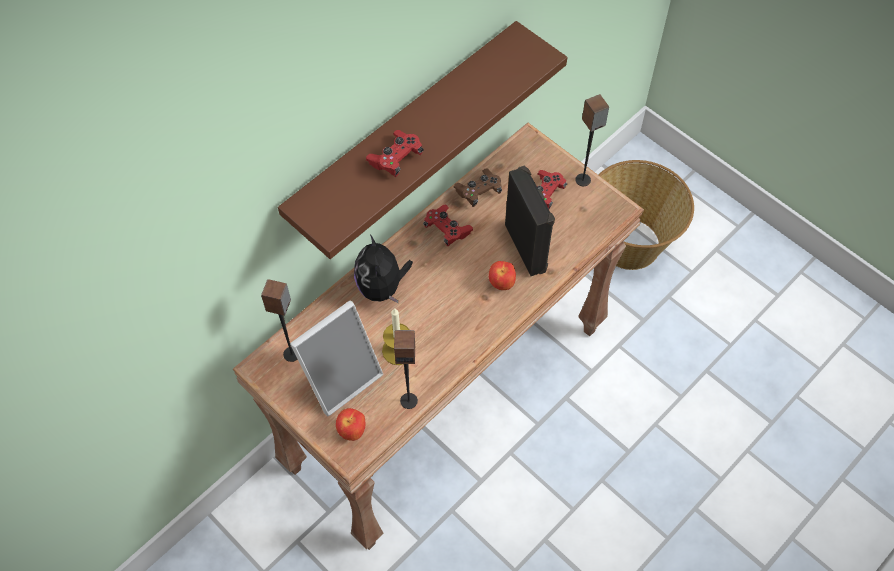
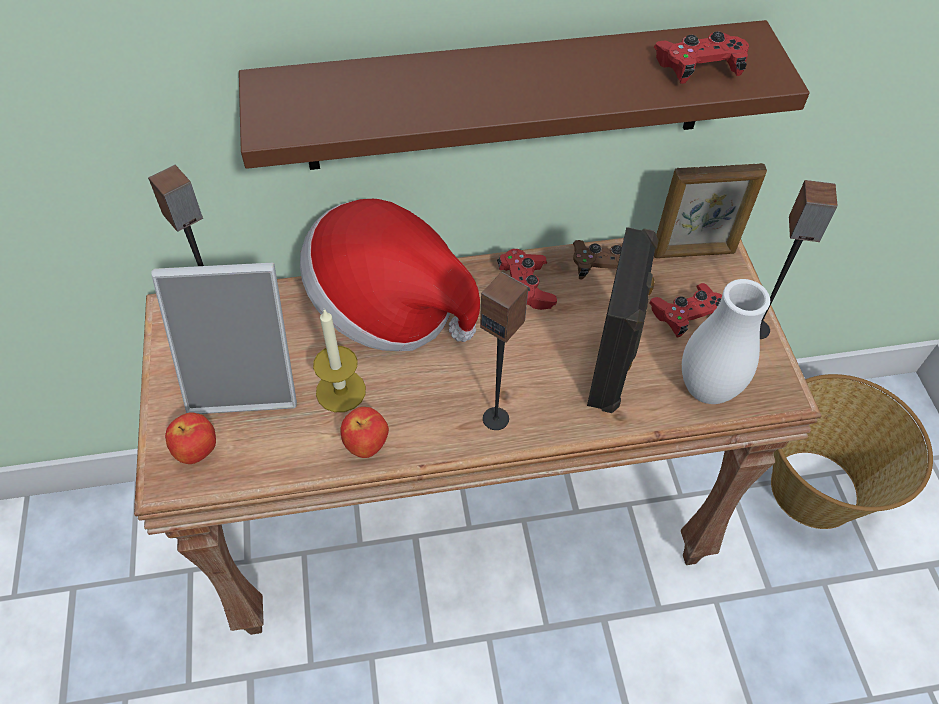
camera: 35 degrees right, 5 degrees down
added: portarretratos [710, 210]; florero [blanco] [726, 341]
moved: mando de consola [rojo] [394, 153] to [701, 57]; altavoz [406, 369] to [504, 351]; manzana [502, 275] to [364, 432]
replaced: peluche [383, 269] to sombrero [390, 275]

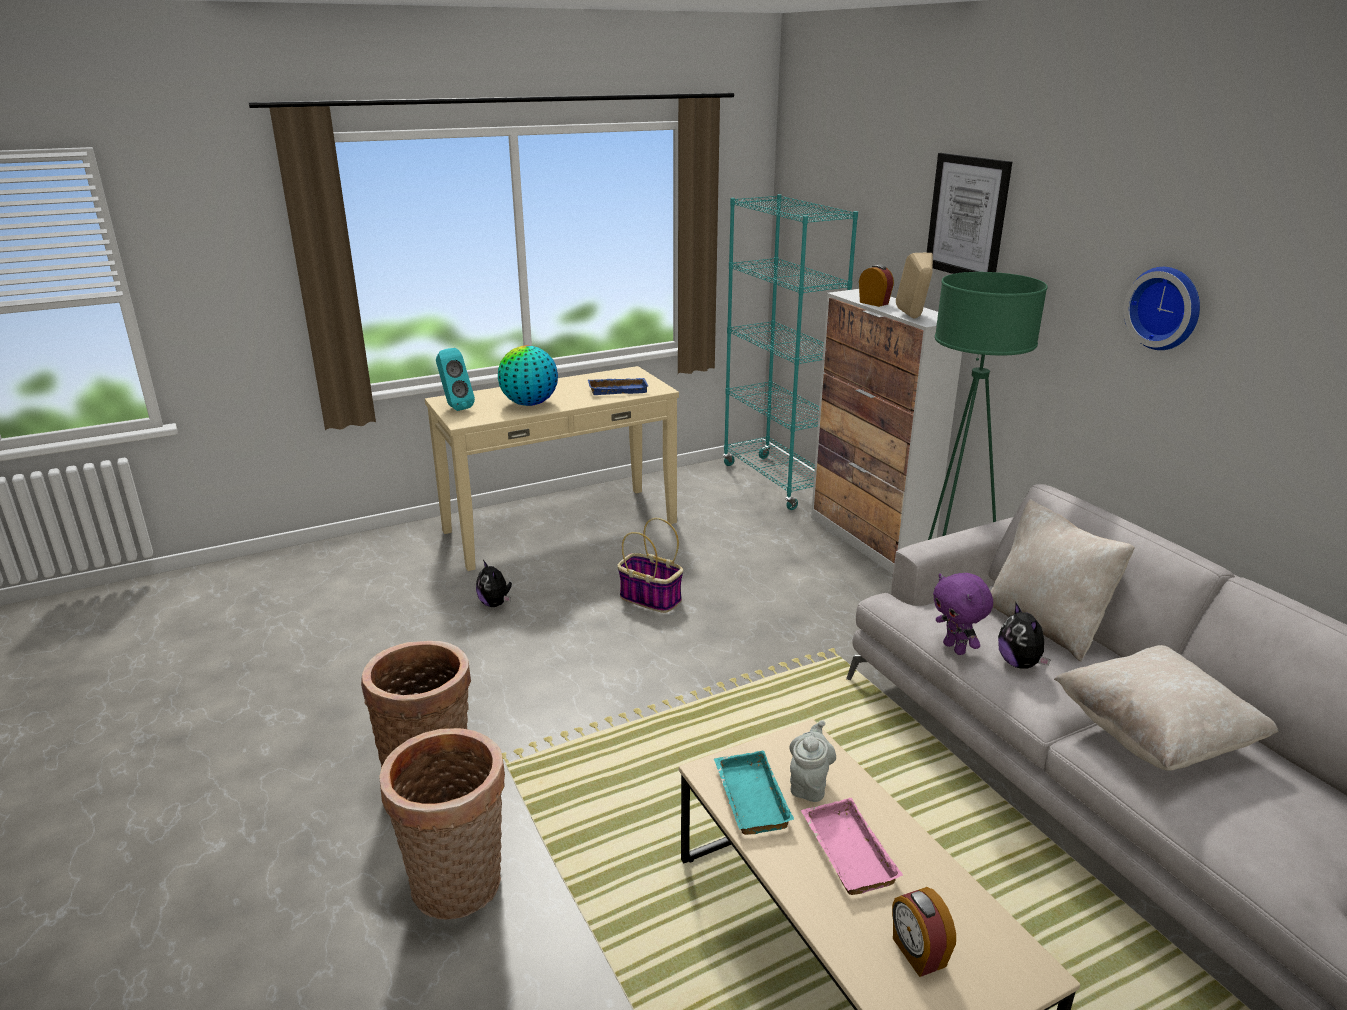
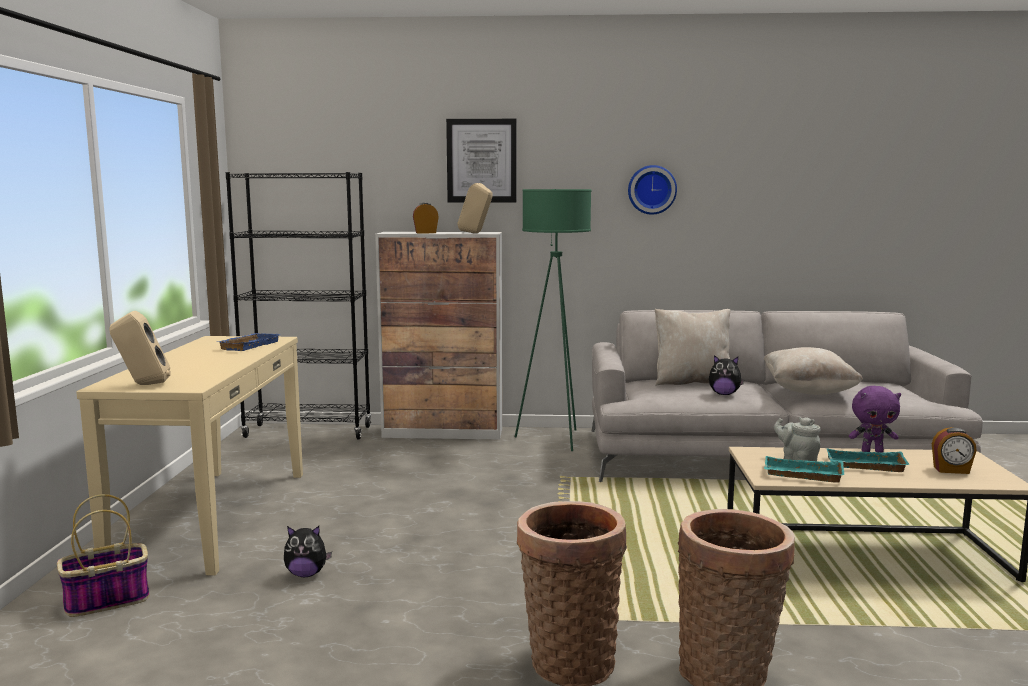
camera: 60 degrees left, 15 degrees down
removed: globo terráqueo [528, 375]
moved: cesta [650, 565] to [103, 555]; peluche [morado] [963, 614] to [875, 419]
recoloured: altavoz [turquesa] [455, 379] to altavoz [beis] [140, 348]; estantería [turquesa] [790, 352] to estantería [negro] [299, 306]; bandeja [rosa] [852, 846] to bandeja [turquesa] [867, 460]

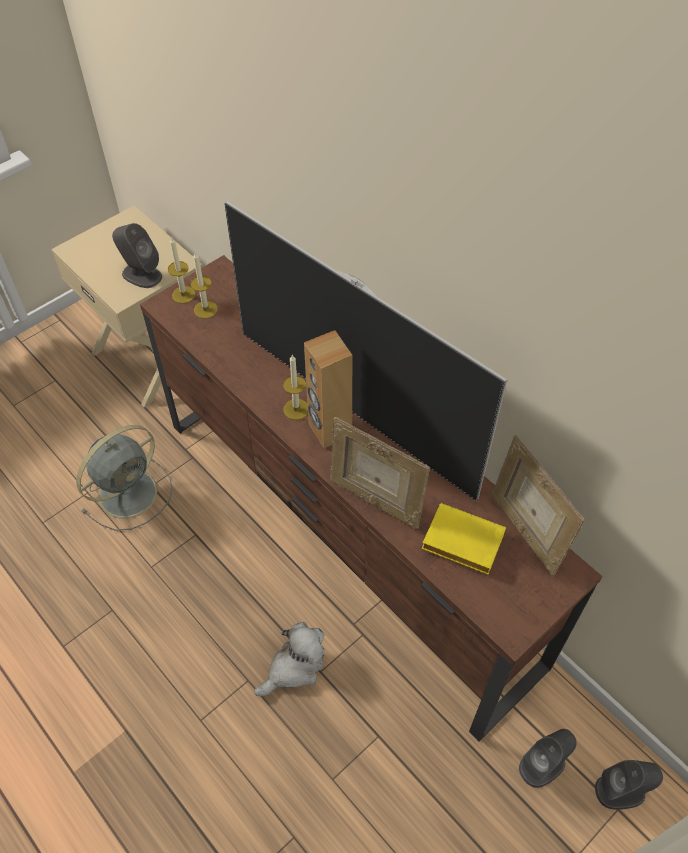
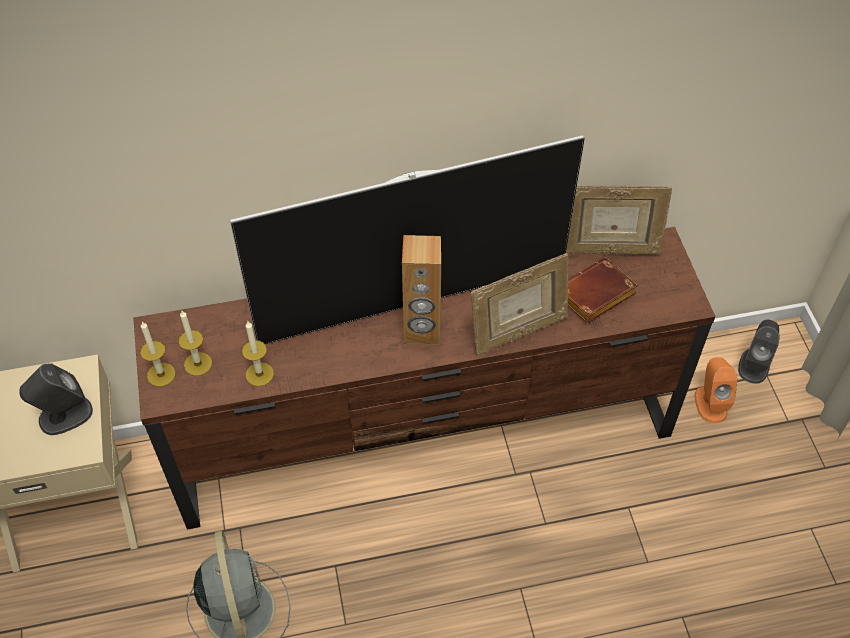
camera: 60 degrees left, 0 degrees up
removed: peluche [289, 659]
moved: vela [295, 387] to [258, 354]
recoloured: libro [amarillo] [463, 539] to libro [marrón] [603, 291]; altavoz [gris] [548, 758] to altavoz [naranja] [716, 390]

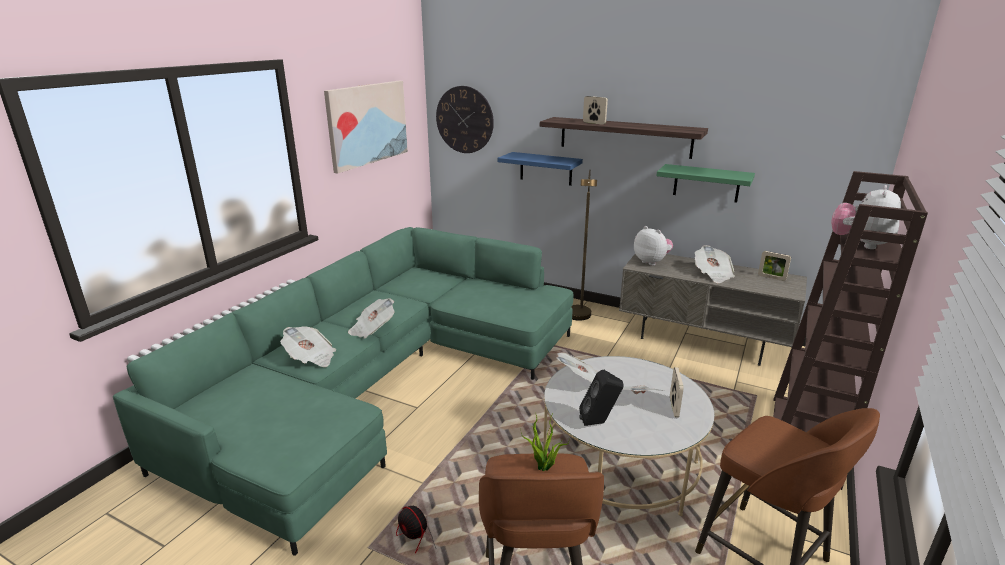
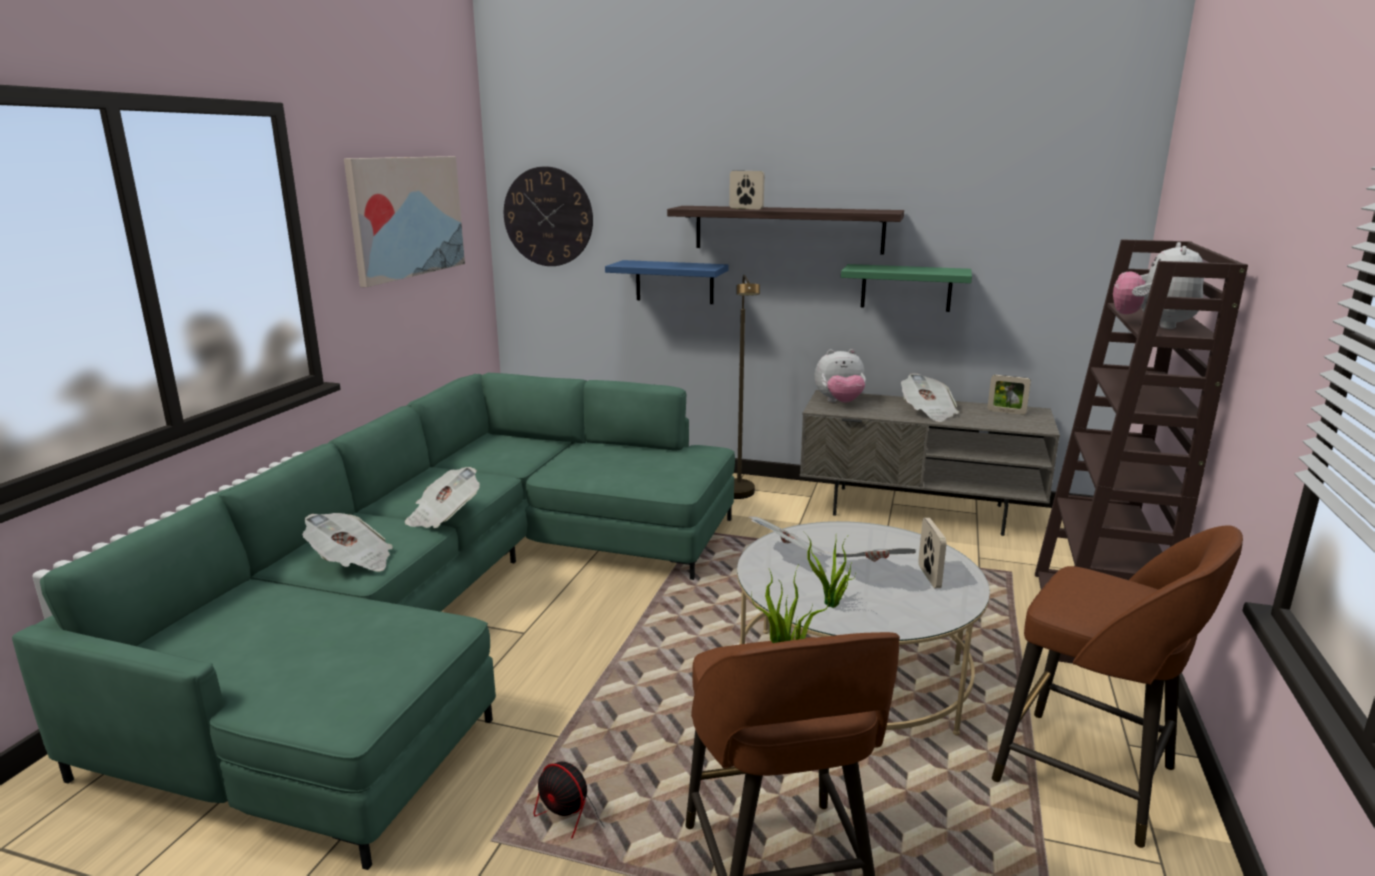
camera: 10 degrees left, 5 degrees down
replaced: altavoz [negro] [601, 398] to planta en maceta [829, 569]
turned: peluche [653, 246] = [840, 376] 135 degrees clockwise

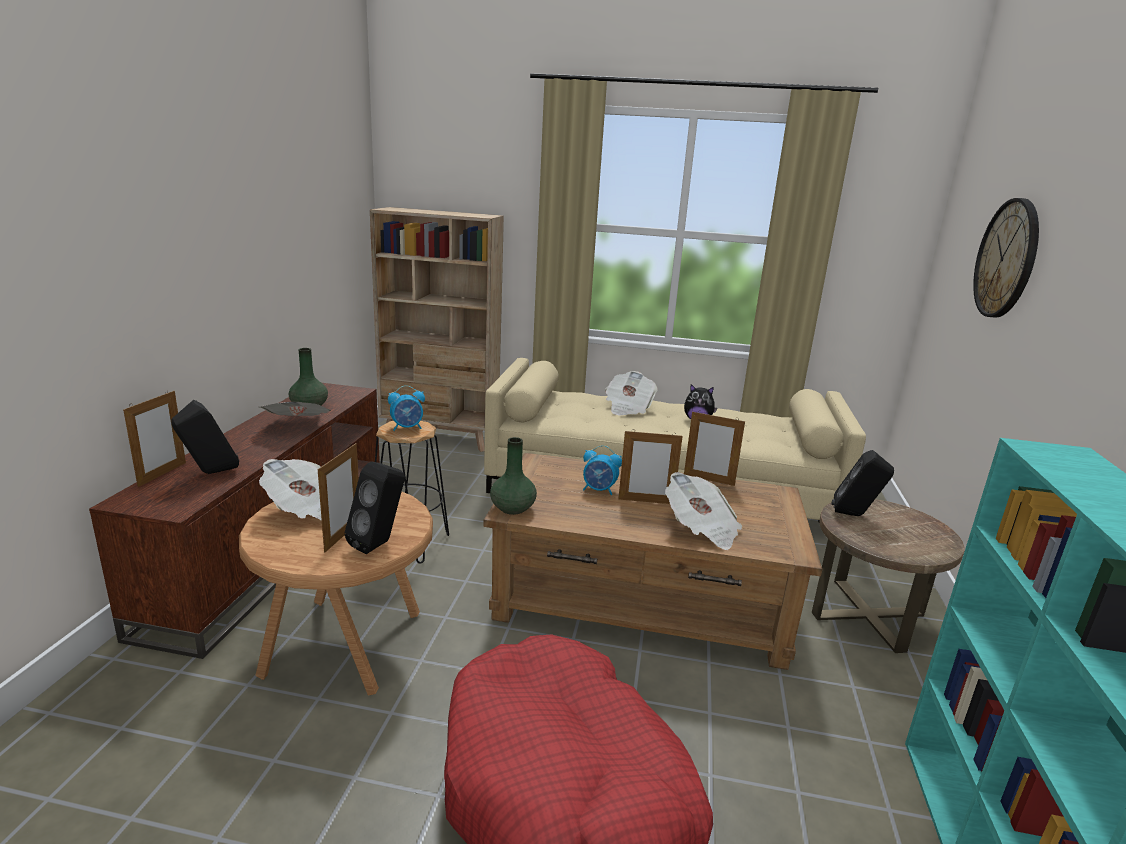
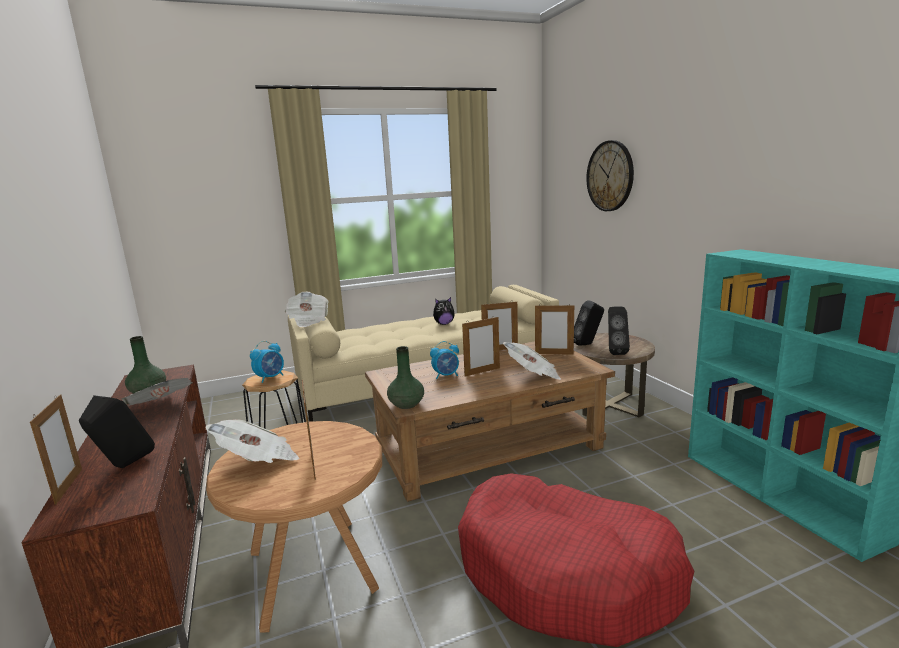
camera: 30 degrees left, 5 degrees down
removed: estantería [beis] [437, 329]
added: portarretratos [554, 329]
moved: altavoz [negro] [375, 507] to [619, 330]; periódico [631, 393] to [306, 309]

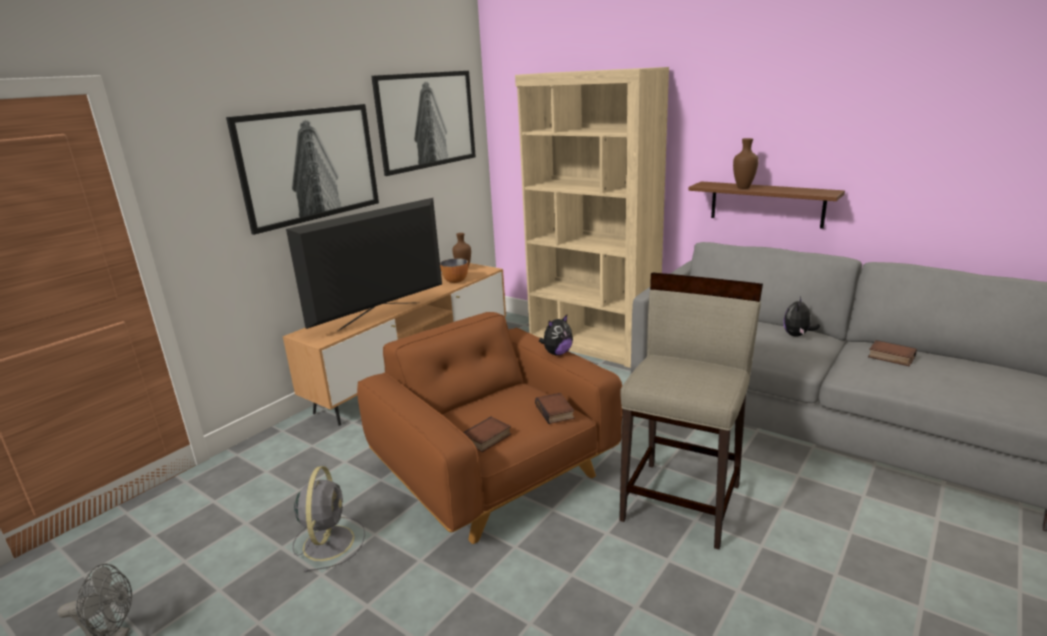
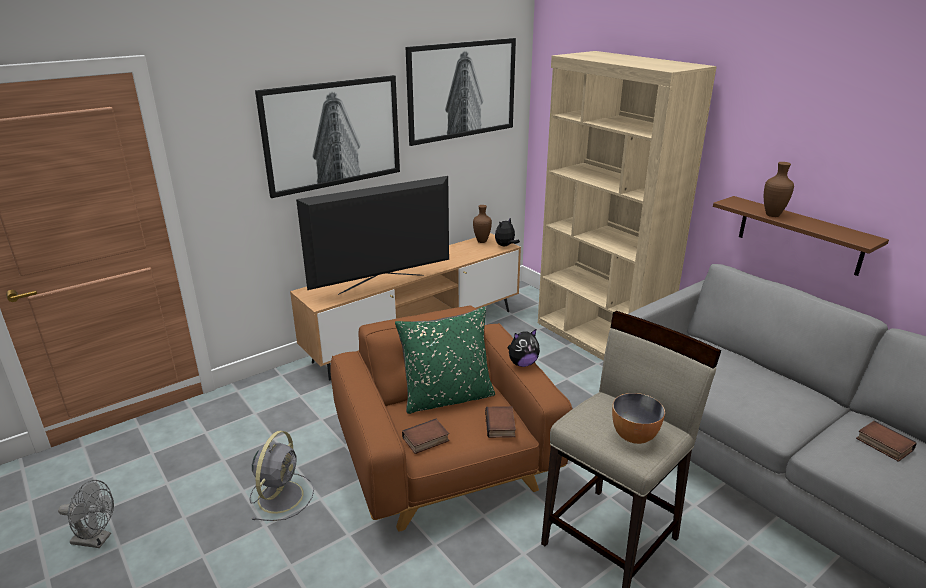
camera: 15 degrees right, 5 degrees up
added: cojín [verde] [445, 360]
moved: cuenco [454, 270] to [638, 418]; peluche [801, 316] to [507, 231]

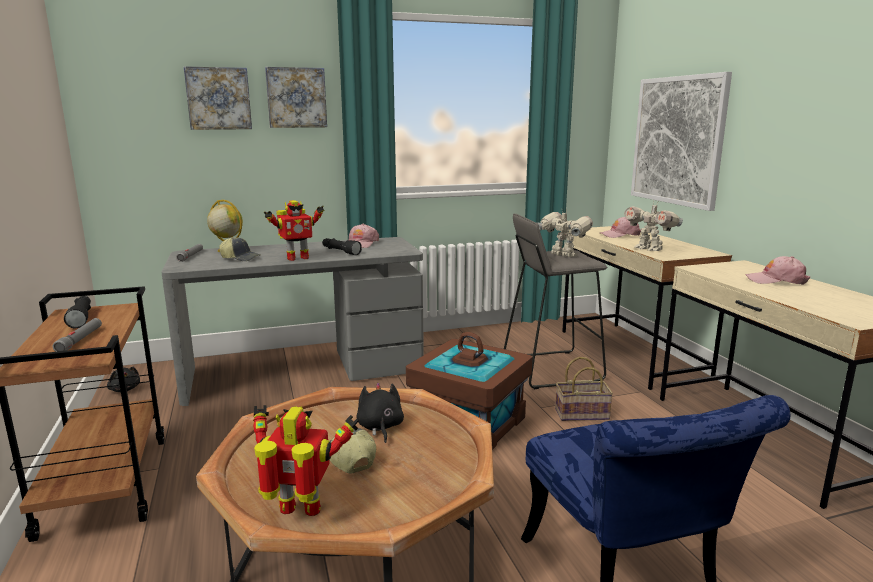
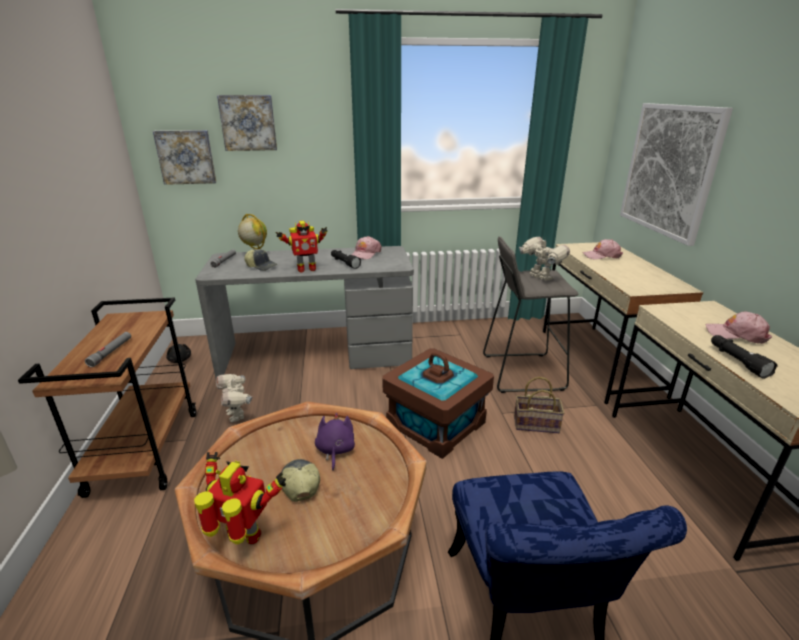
camera: 10 degrees right, 10 degrees up
moved: linterna [negro] [77, 312] to [744, 357]; cuadro [296, 97] to [184, 157]; robot de juguete [653, 225] to [234, 398]
recoloured: peluche [negro] [380, 413] to peluche [morado] [335, 441]

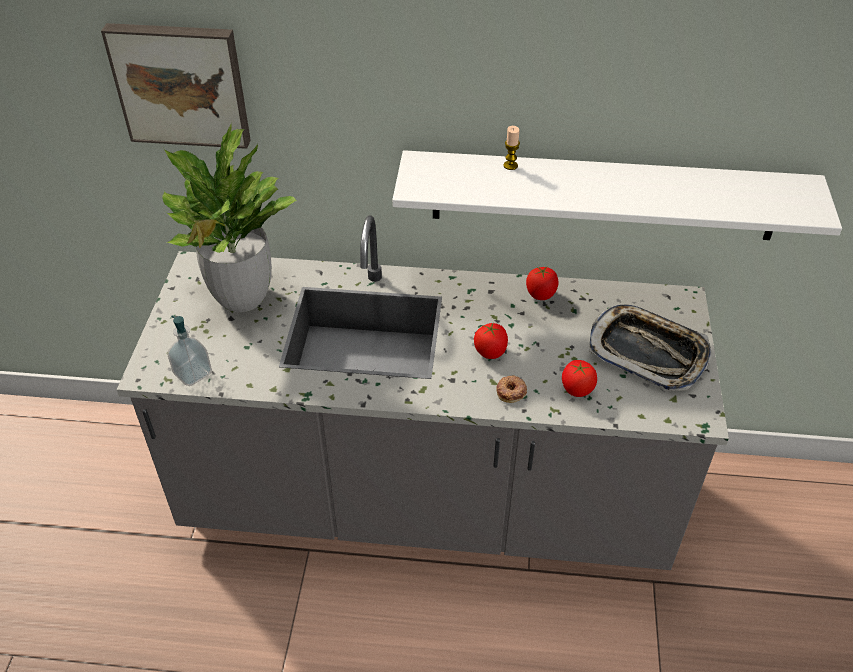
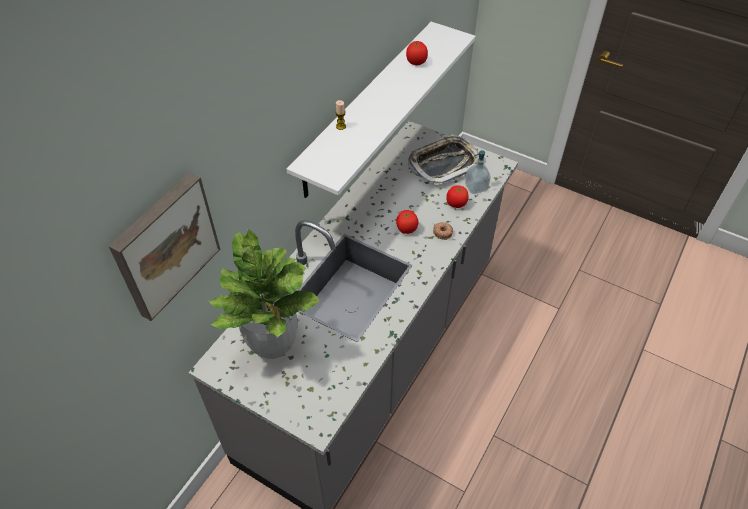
camera: 65 degrees left, 5 degrees up
moved: dispensador de jabón [189, 351] to [477, 172]; tomate [542, 283] to [417, 53]

